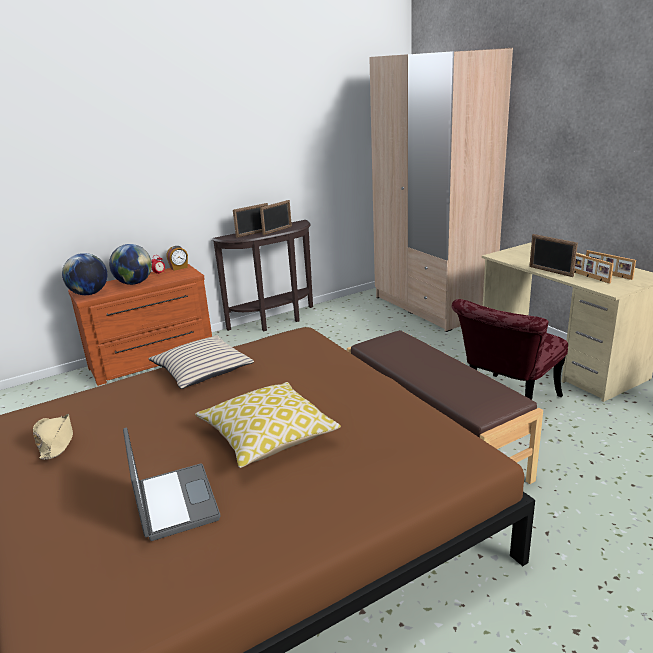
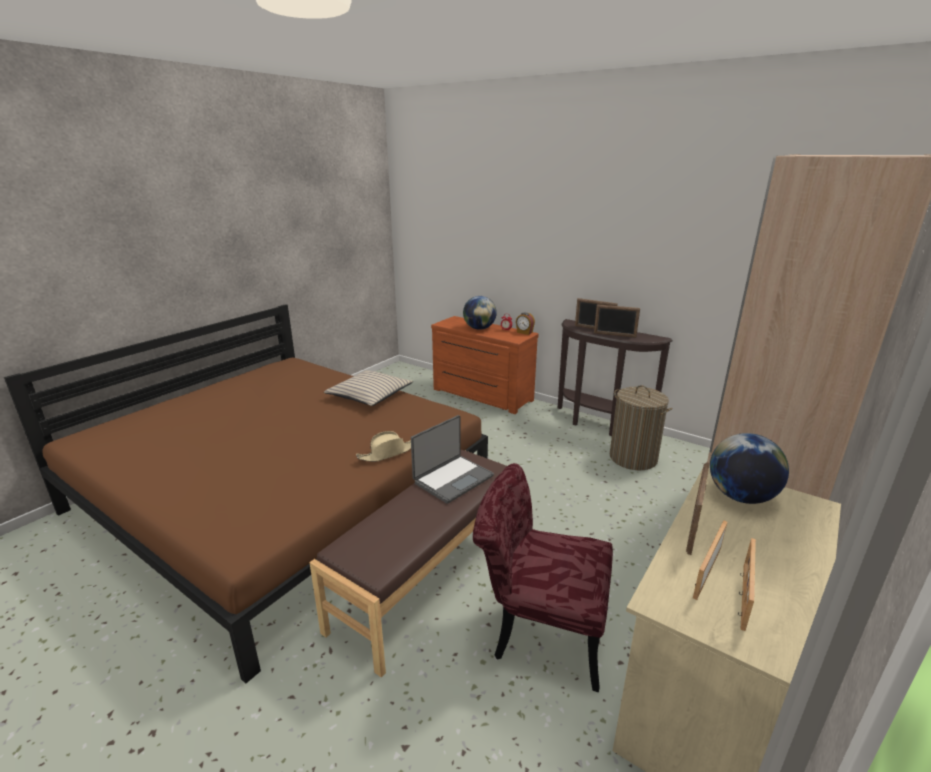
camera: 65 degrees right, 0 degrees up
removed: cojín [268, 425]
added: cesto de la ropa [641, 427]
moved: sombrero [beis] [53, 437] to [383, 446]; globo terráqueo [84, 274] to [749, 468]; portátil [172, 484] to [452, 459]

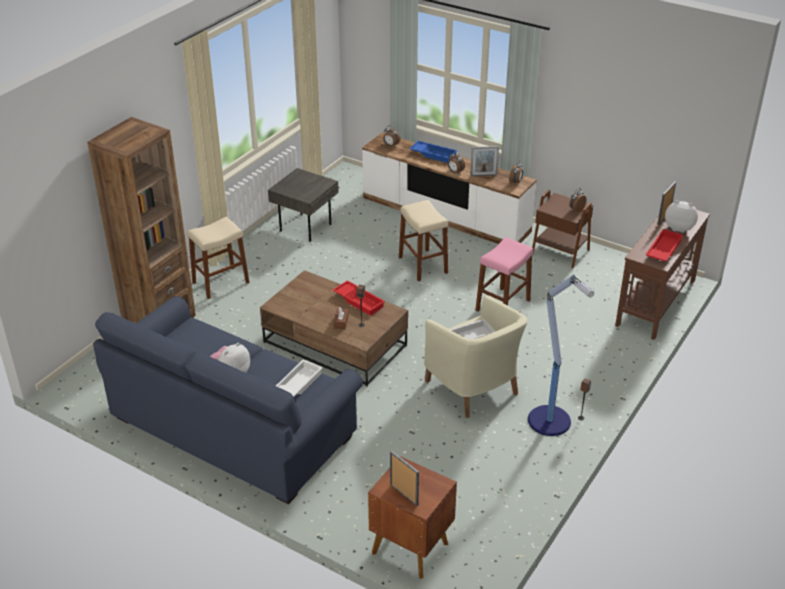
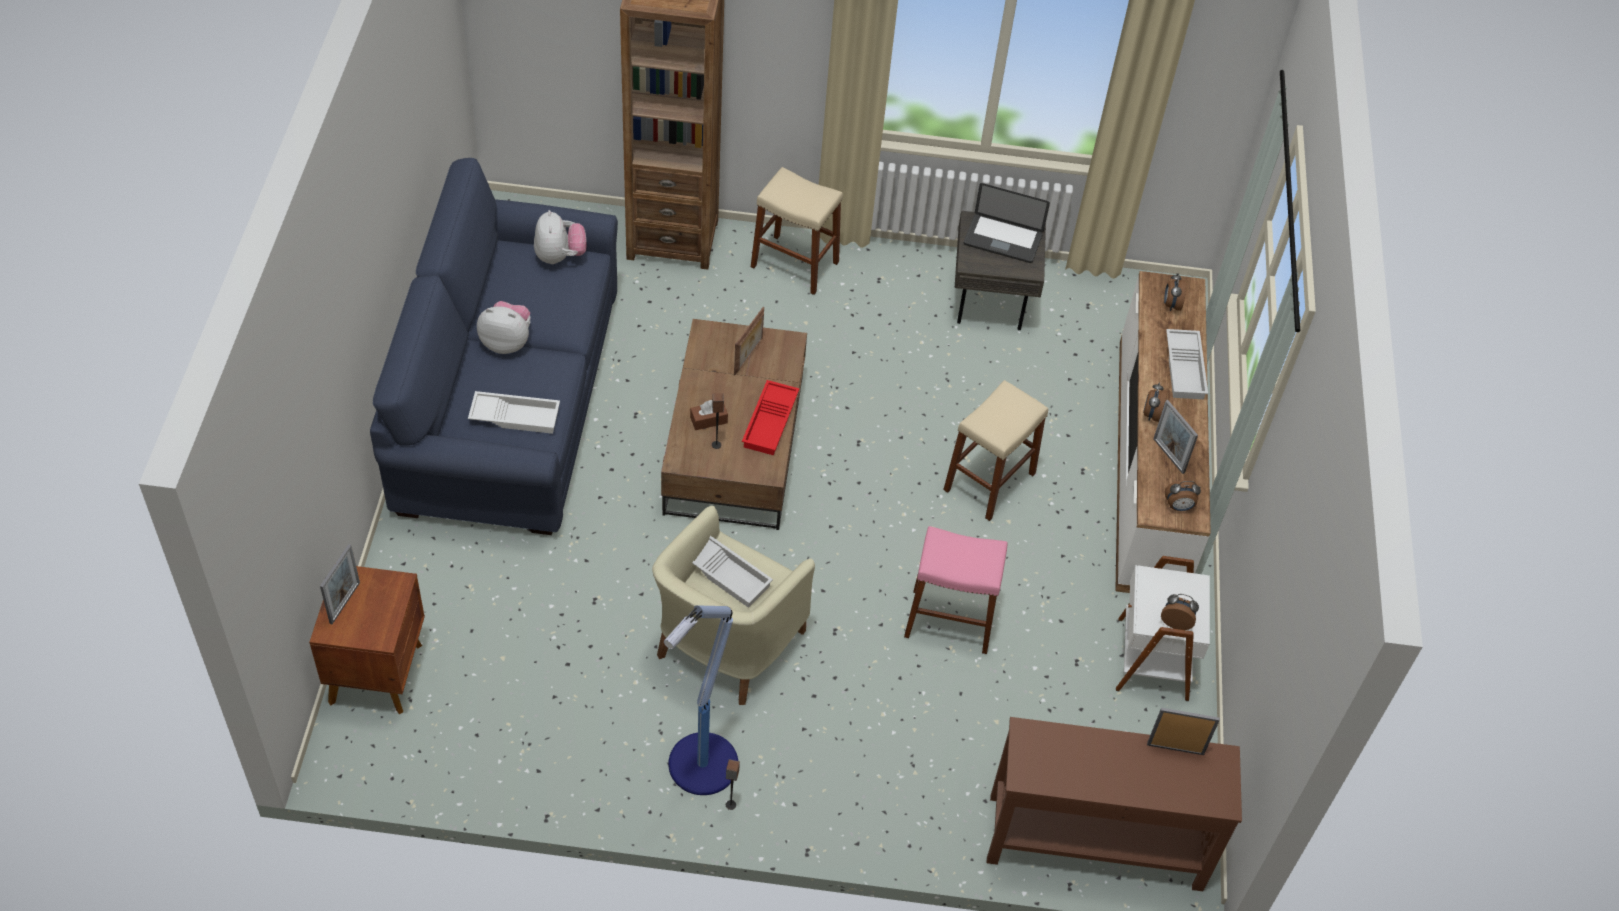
camera: 60 degrees right, 15 degrees up
removed: bandeja [rojo] [664, 245]
added: portarretratos [749, 341]; portátil [1007, 223]
moved: peluche [681, 216] to [560, 237]
recoloured: bandeja [azul] [433, 151] to bandeja [blanco] [1187, 364]; mesa auxiliar [marrón] [562, 228] to mesa auxiliar [blanco] [1163, 628]

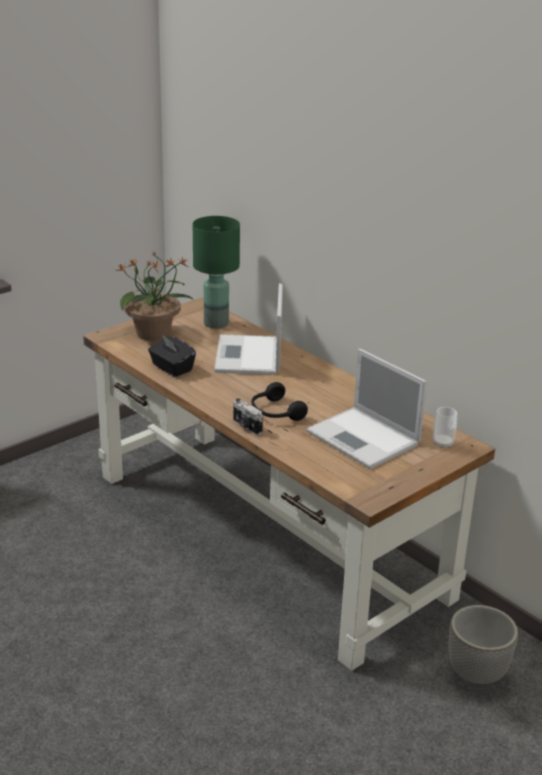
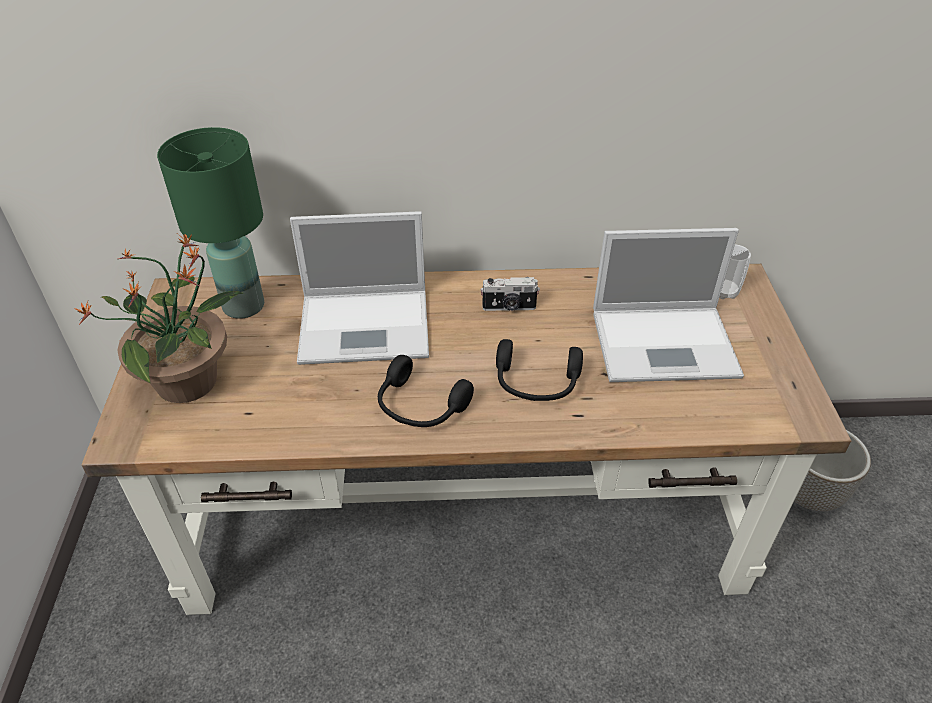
camera: 50 degrees left, 15 degrees up
removed: caja de pañuelos [negro] [172, 356]
added: auriculares [negro] [426, 391]
moved: cámara [248, 416] to [510, 294]
turned: portátil [248, 329] = [359, 288] 45 degrees counterclockwise

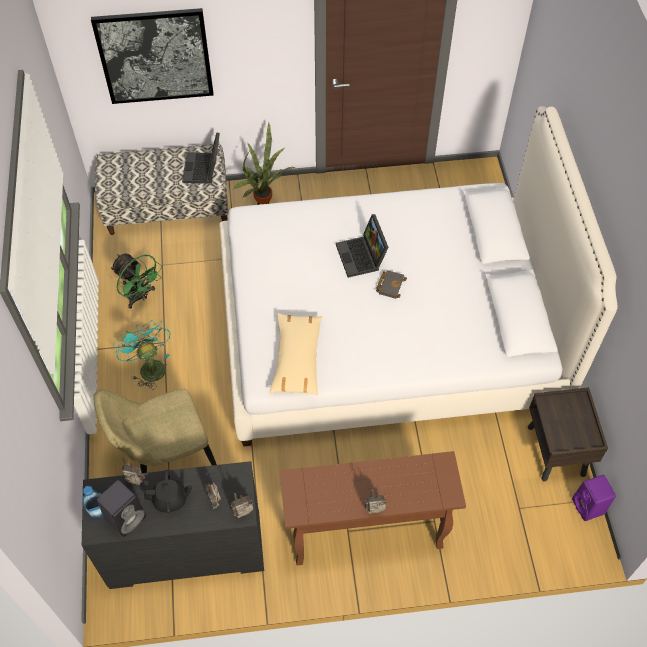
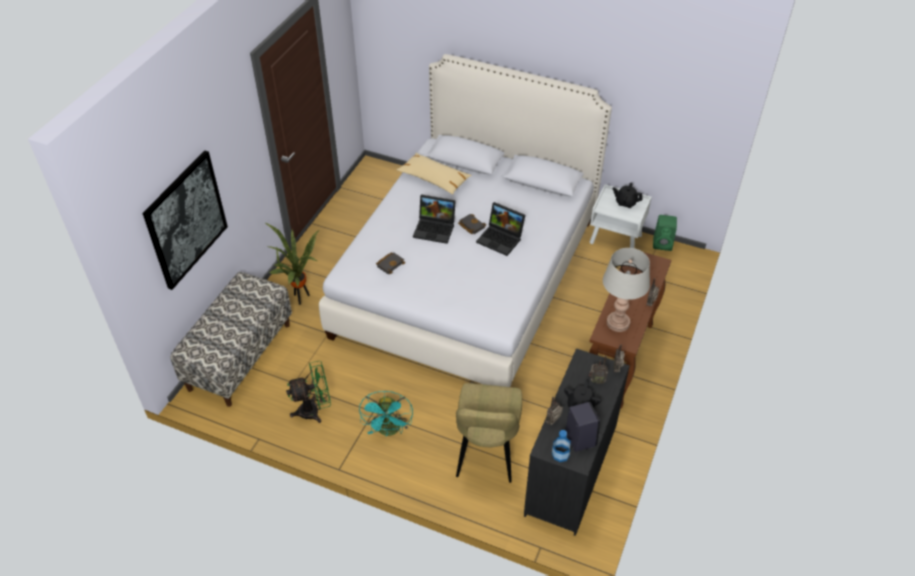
camera: 60 degrees left, 10 degrees down
added: libro [negro] [390, 263]; lámpara de mesa [gris] [626, 290]; tetera [negro] [628, 195]
moved: portátil [201, 158] to [500, 229]; cojín [beis] [296, 354] to [434, 173]
recoloured: mesita de noche [marrón] [568, 434] to mesita de noche [blanco] [621, 216]; altavoz [morado] [594, 498] to altavoz [verde] [665, 233]
turned: ventilador [turquesa] [142, 354] = [386, 413] 90 degrees counterclockwise

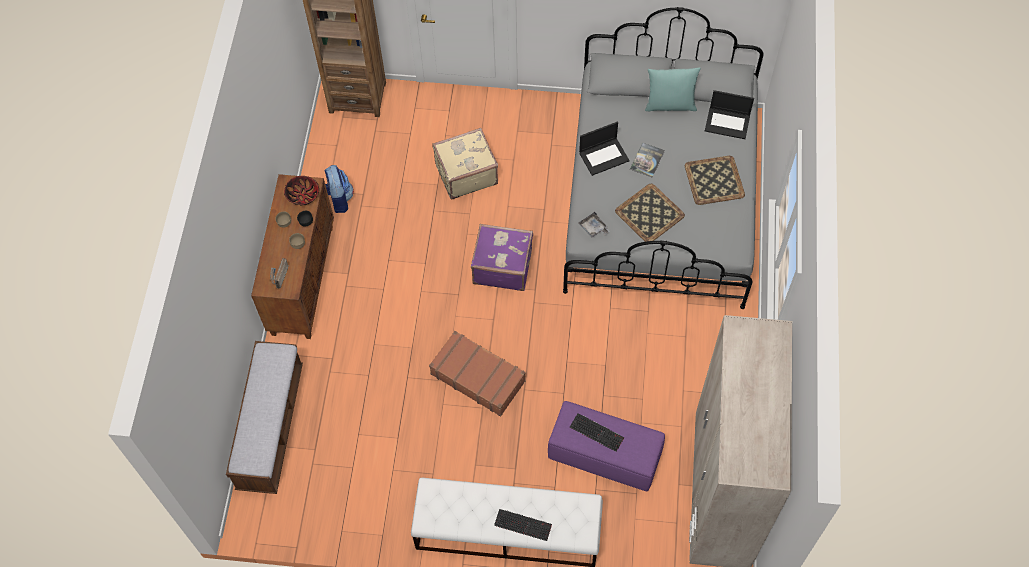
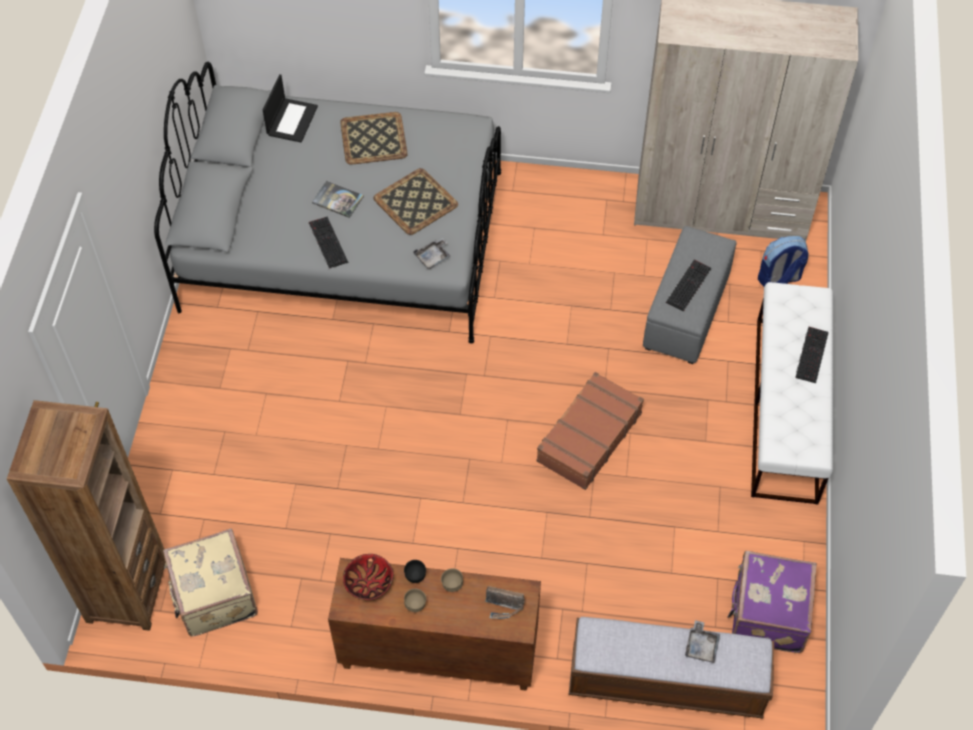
camera: 90 degrees left, 5 degrees down
removed: cojín [turquesa] [673, 89]
added: bandeja [gris] [702, 641]
moved: mochila [339, 189] to [783, 261]; maleta [beis] [465, 163] to [210, 583]; maleta [morado] [502, 257] to [772, 602]
replaced: portátil [604, 149] to teclado [328, 242]
recoloured: puf [morado] [606, 446] to puf [gris] [690, 295]

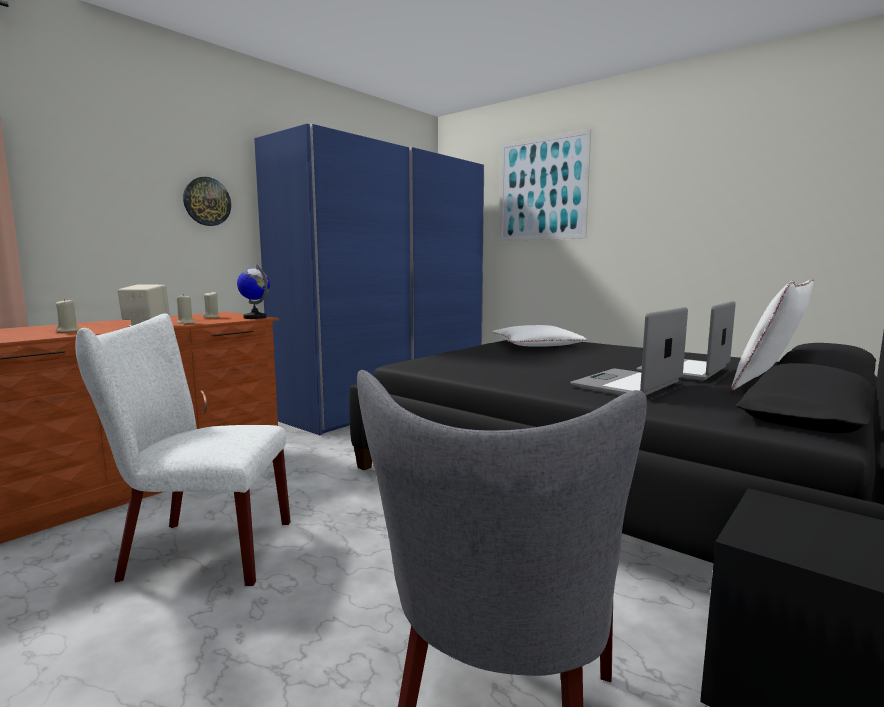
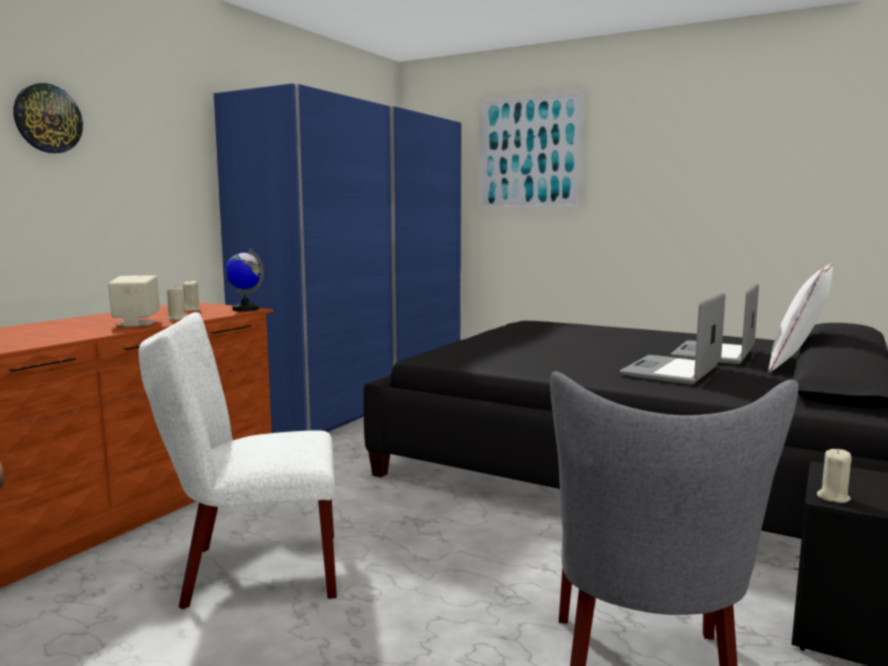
camera: 10 degrees left, 0 degrees up
removed: cojín [blanco] [540, 336]
moved: vela [beis] [68, 315] to [834, 476]; reloj de pared [207, 201] to [48, 118]

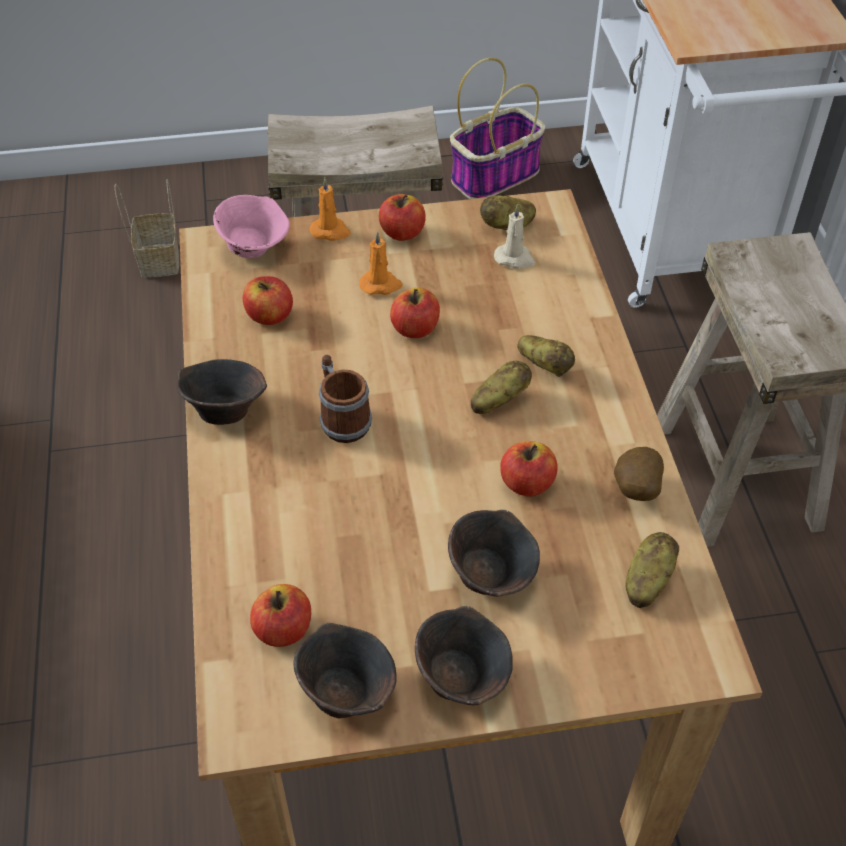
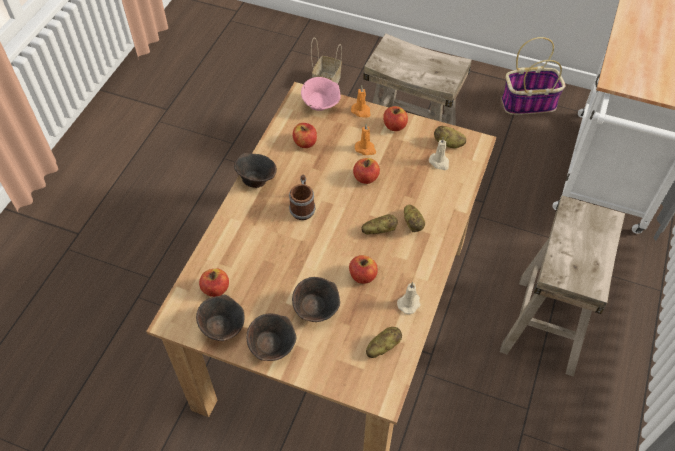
camera: 30 degrees right, 5 degrees up
replaced: patata [639, 474] to vela [beis] [409, 298]

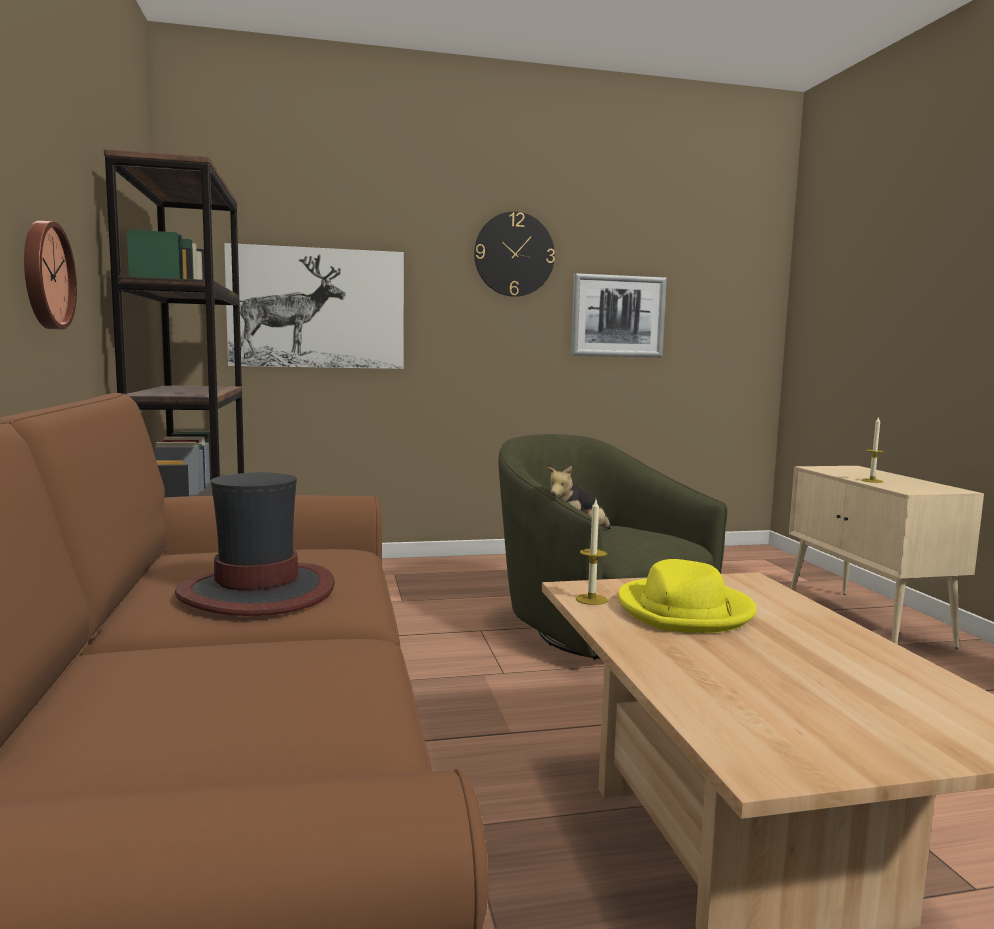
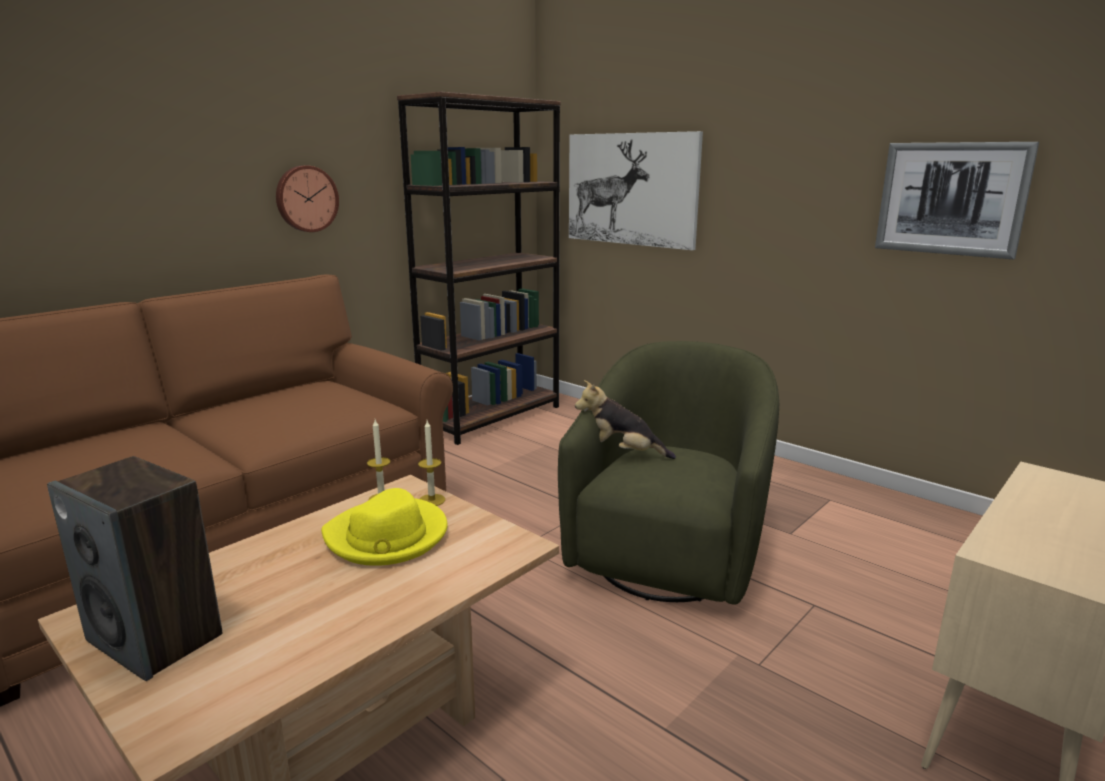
camera: 55 degrees right, 10 degrees up
removed: sombrero [254, 544]; reloj de pared [514, 254]
added: altavoz [134, 568]
moved: vela [873, 449] to [431, 463]

